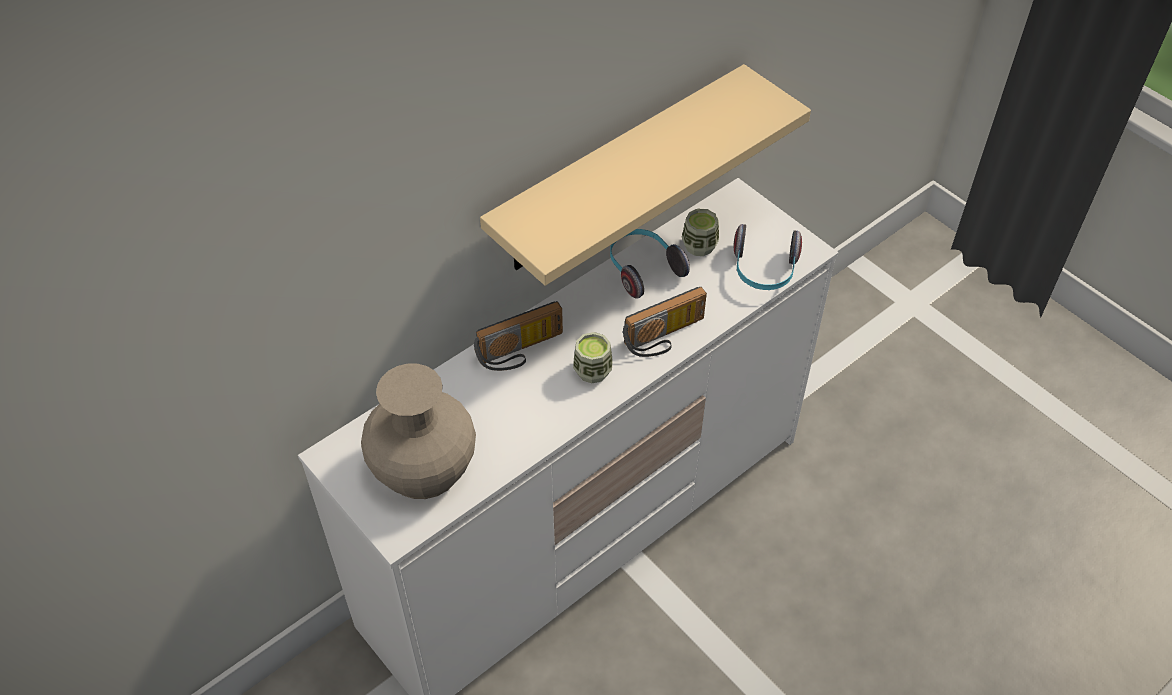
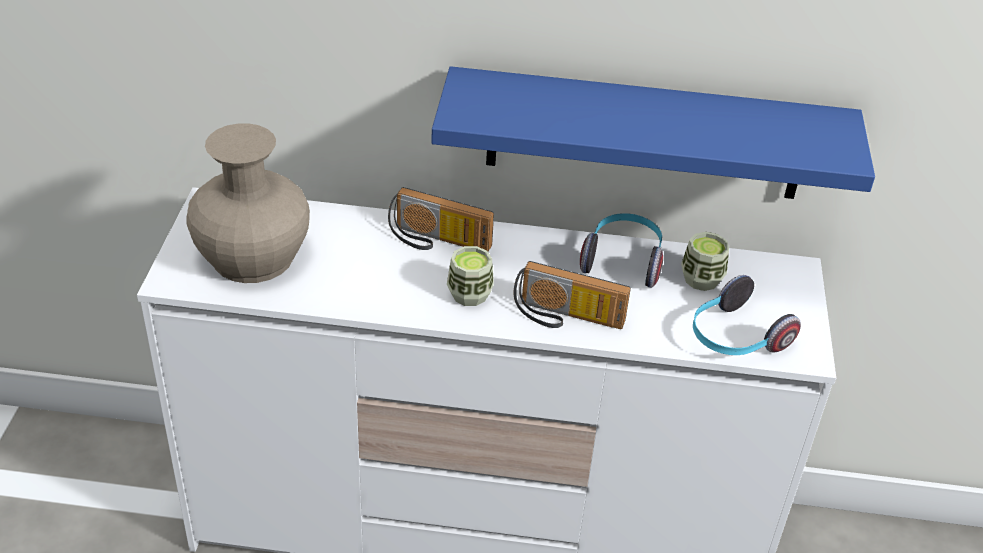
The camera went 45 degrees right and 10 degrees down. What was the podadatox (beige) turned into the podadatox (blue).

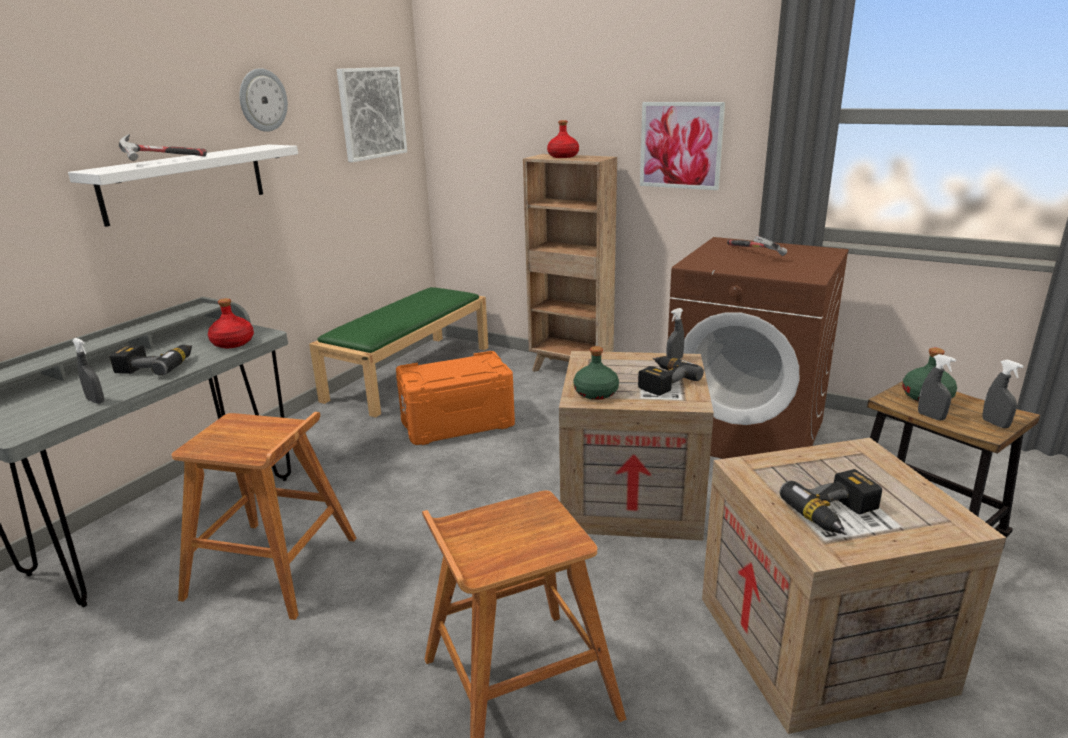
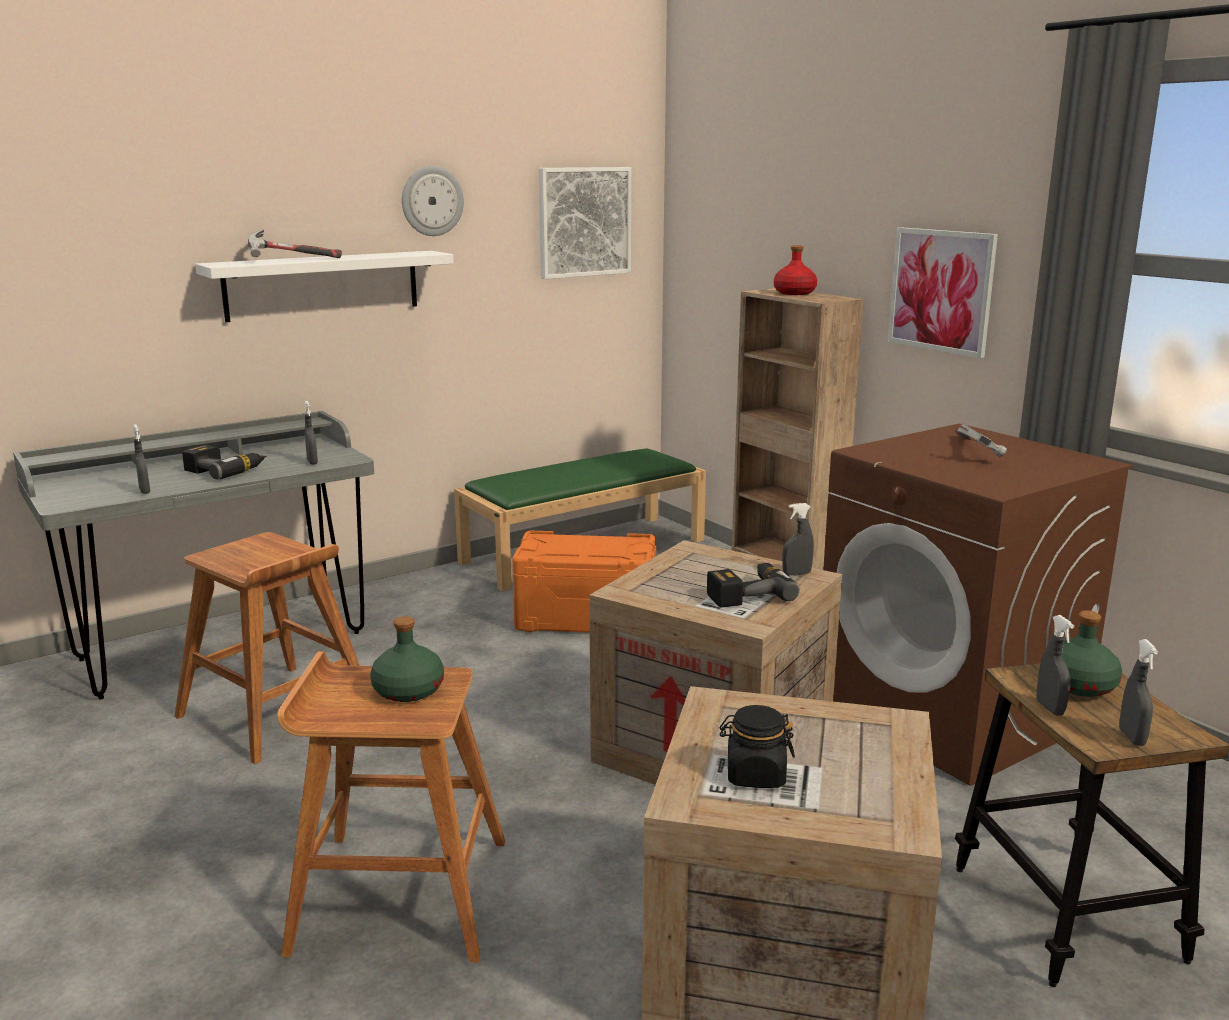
The camera went 25 degrees right and 5 degrees down. Where the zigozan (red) (1st from left) stood, the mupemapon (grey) (2nd from left) came to stand. The zigozan (green) (1st from left) ended up elsewhere. Where the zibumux (3rd from left) stood, the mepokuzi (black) came to stand.

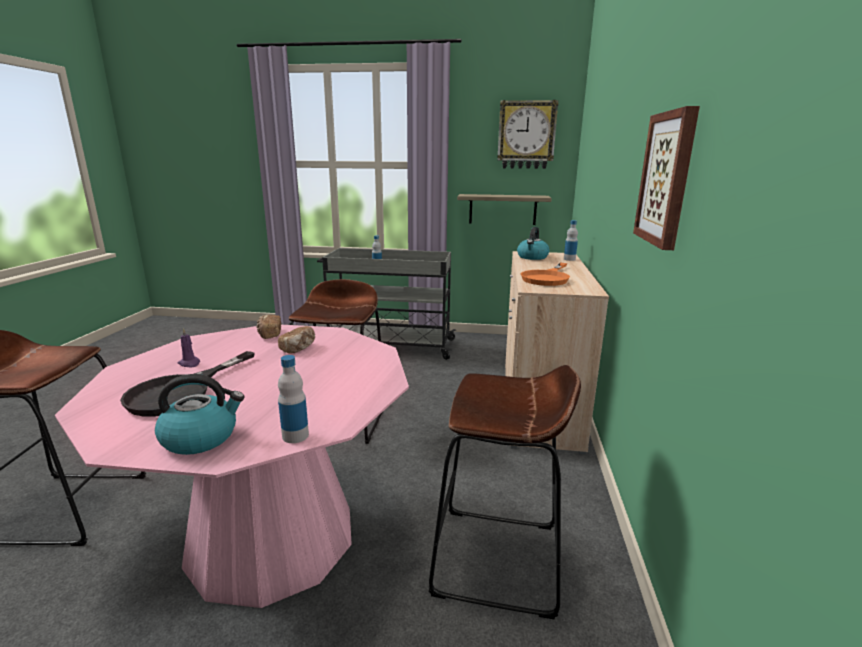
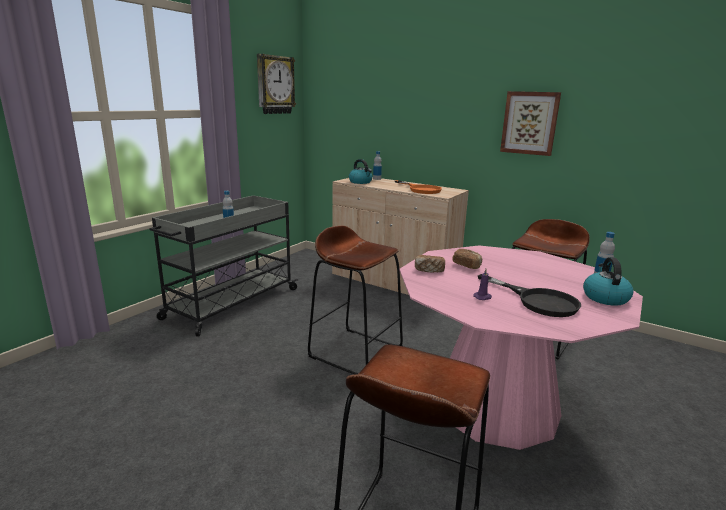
The camera went 65 degrees left and 0 degrees up. The second view lost the podadatox.

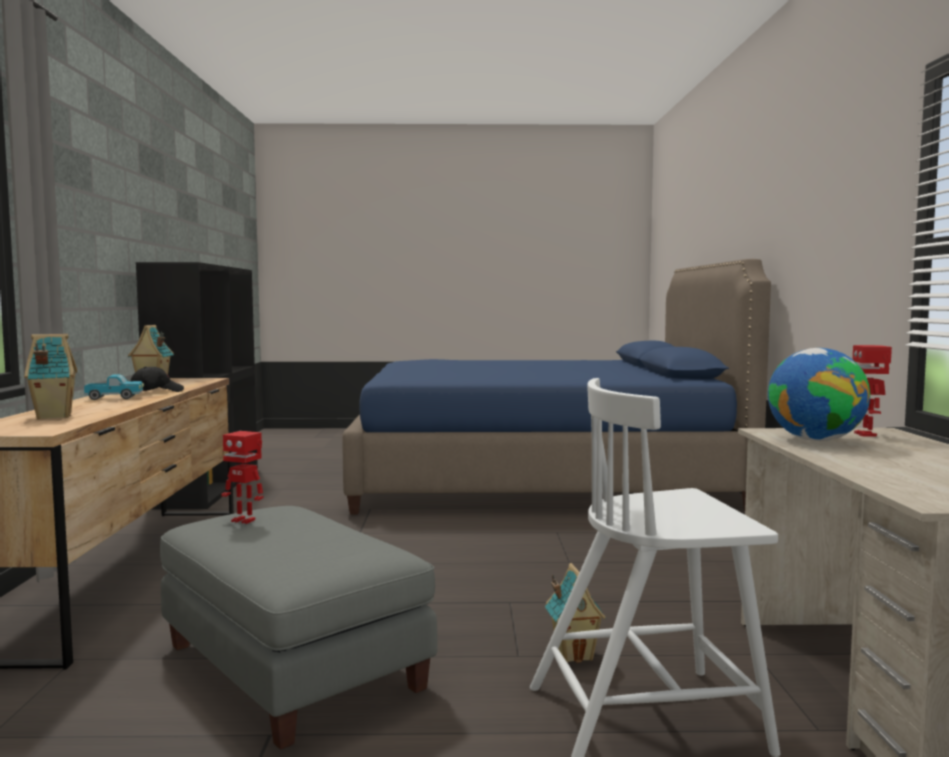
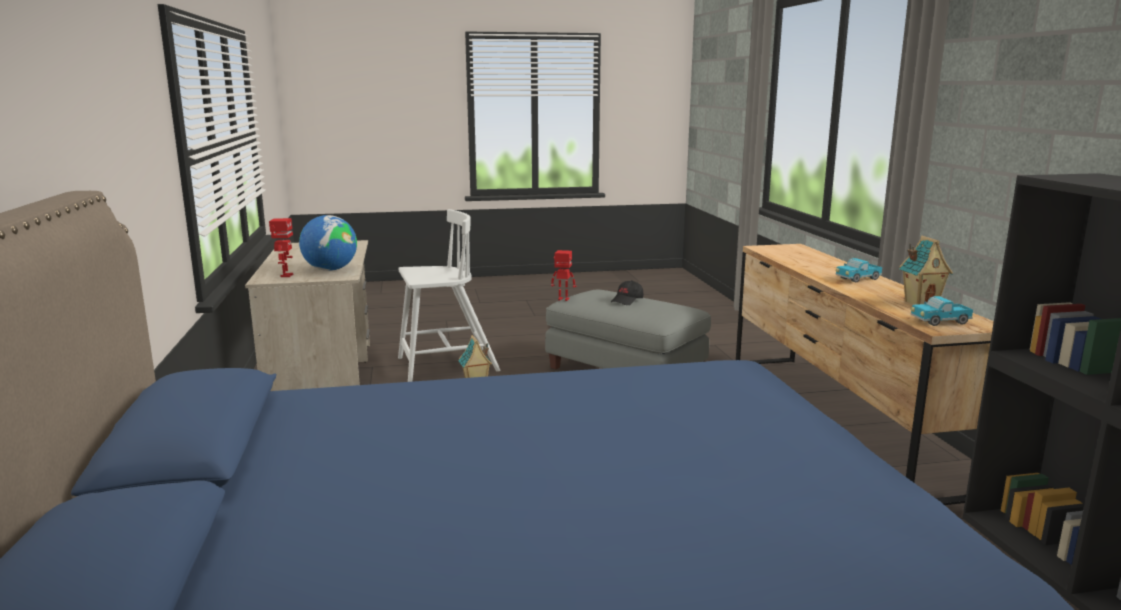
The camera went 170 degrees right and 10 degrees up. The second view lost the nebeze (1st from left). The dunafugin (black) ended up elsewhere. The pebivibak (1st from left in the first image) ended up elsewhere. The second view gained the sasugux (2nd from left).

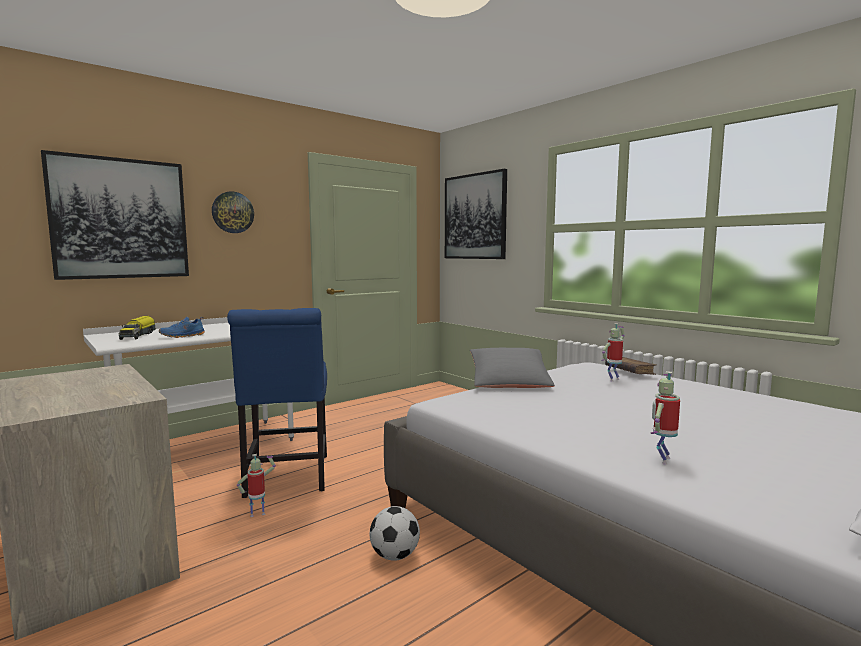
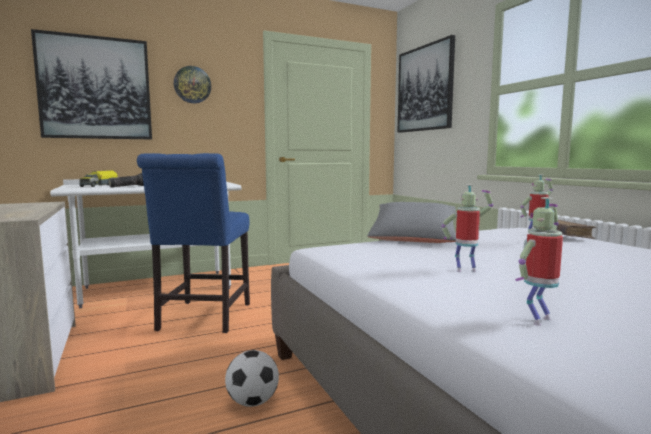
The camera went 15 degrees right and 0 degrees up. Where the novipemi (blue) stood, the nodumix came to stand. The pebivibak (1st from left) ended up elsewhere.

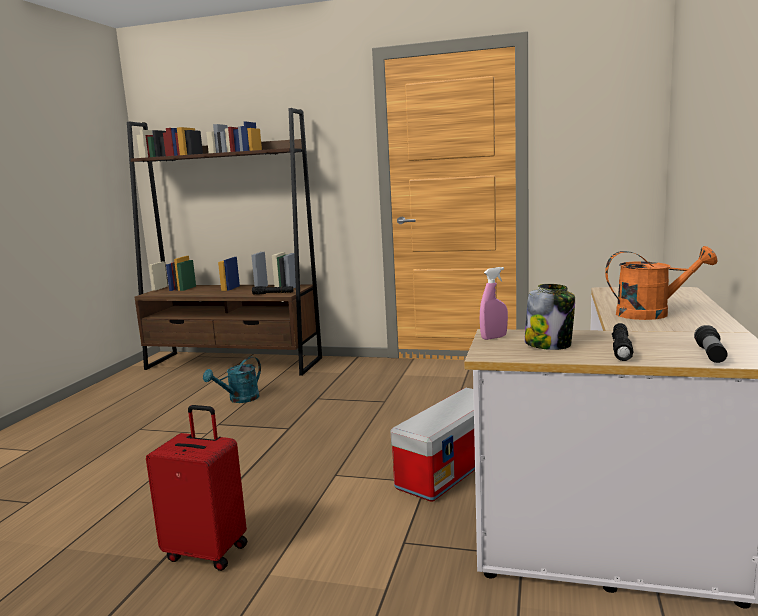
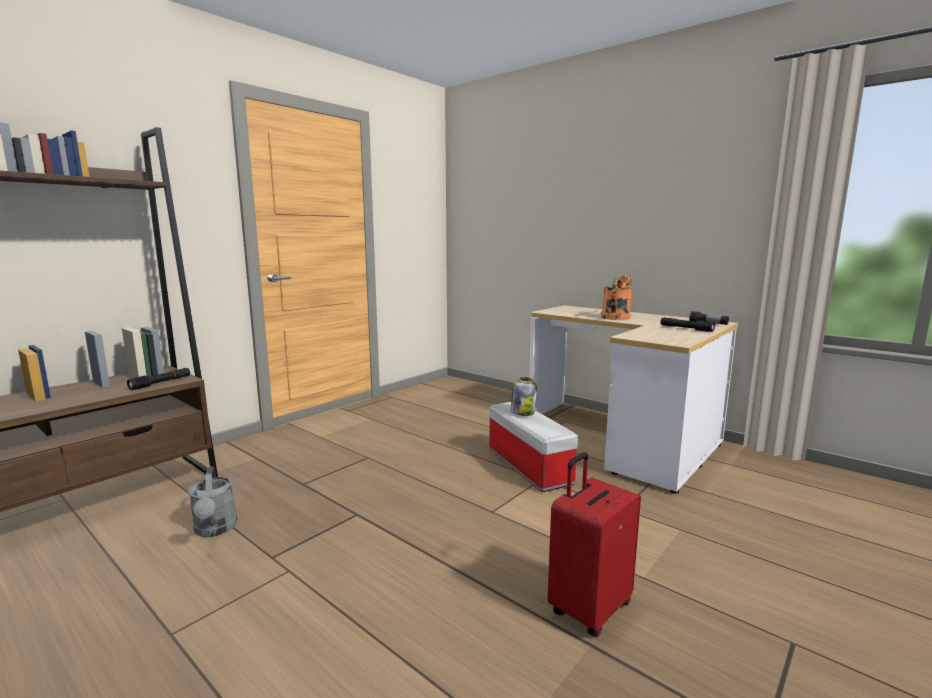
The camera went 65 degrees left and 0 degrees up. What was the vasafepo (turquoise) turned into the vasafepo (grey). The second view lost the mupemapon (pink). The mepokuzi ended up elsewhere.

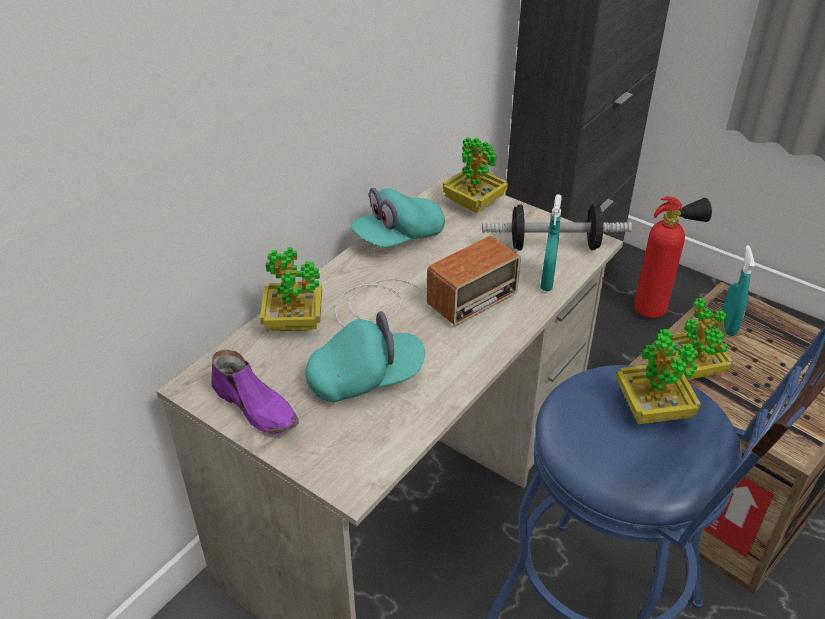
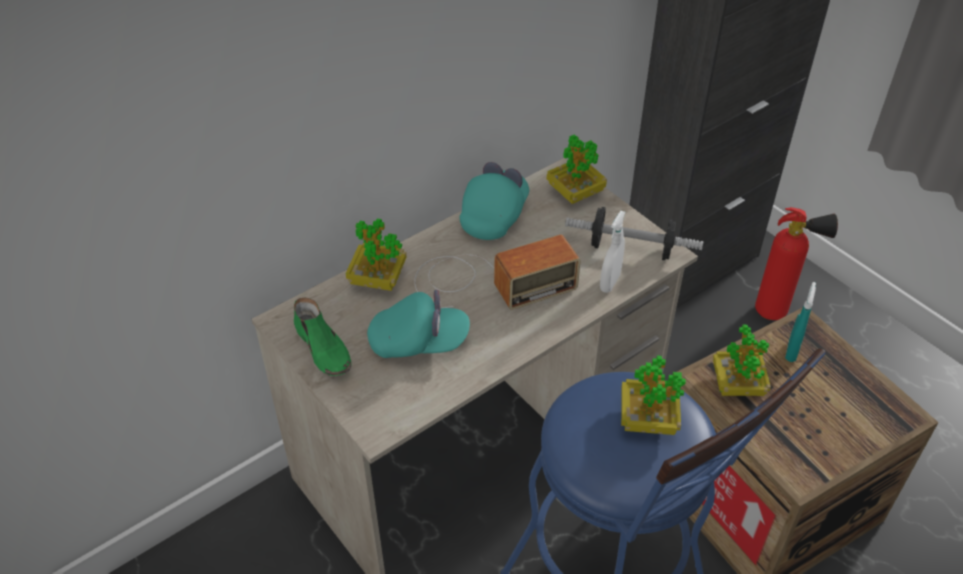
The camera went 15 degrees right and 5 degrees up. What was the novipemi (purple) turned into the novipemi (green). The dunafugin (turquoise) (2nd from left) ended up facing another way, 135 degrees clockwise from before. What was the mupemapon (turquoise) (1st from left) turned into the mupemapon (white).

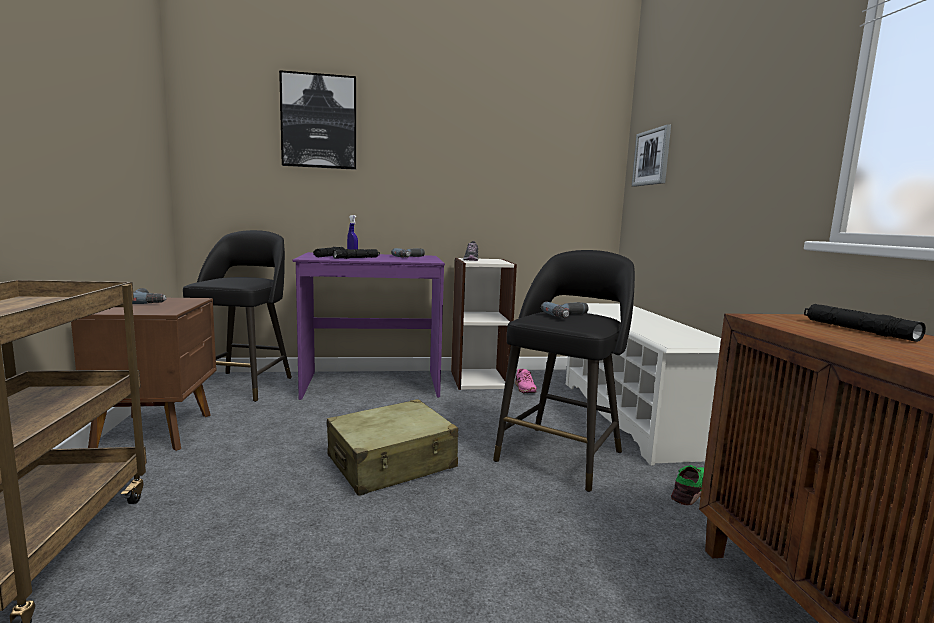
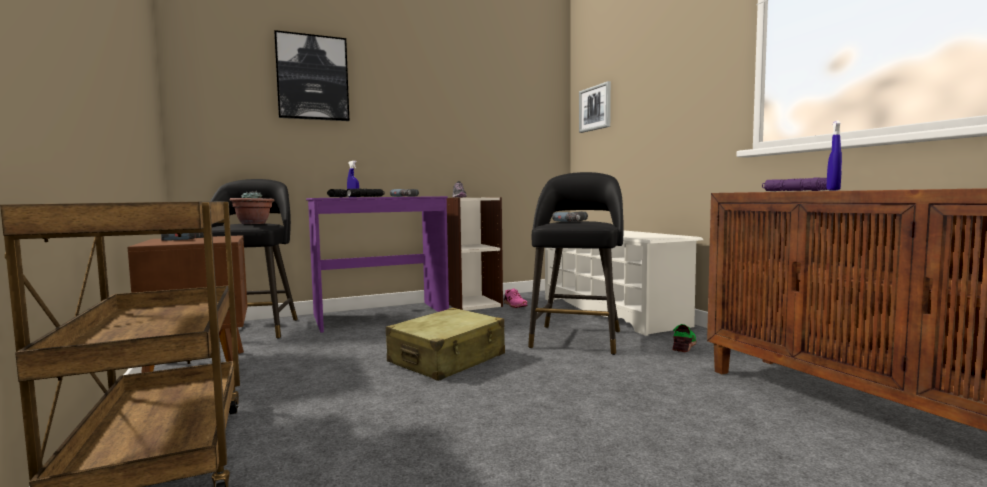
The camera went 15 degrees left and 5 degrees down. What was the nodumix (black) (3rd from left) turned into the nodumix (purple). The second view gained the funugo. The second view gained the mupemapon (blue) (2nd from left).

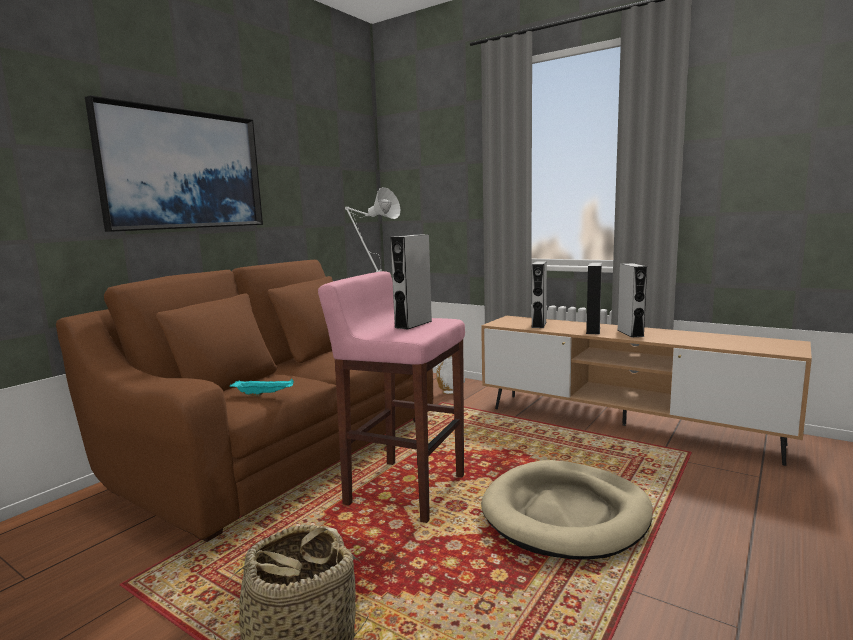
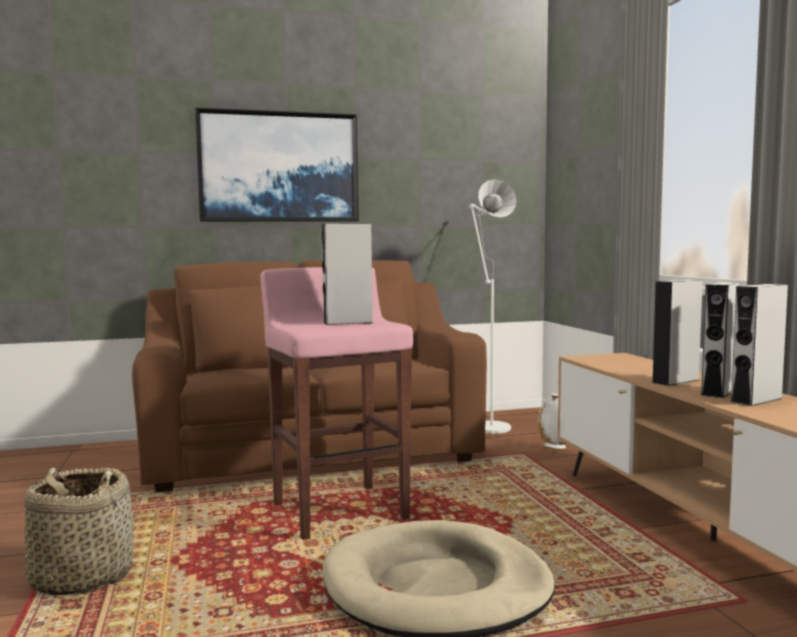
The camera went 40 degrees right and 5 degrees down. The second view lost the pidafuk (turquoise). The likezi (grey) (2nd from left in the first image) ended up elsewhere.

